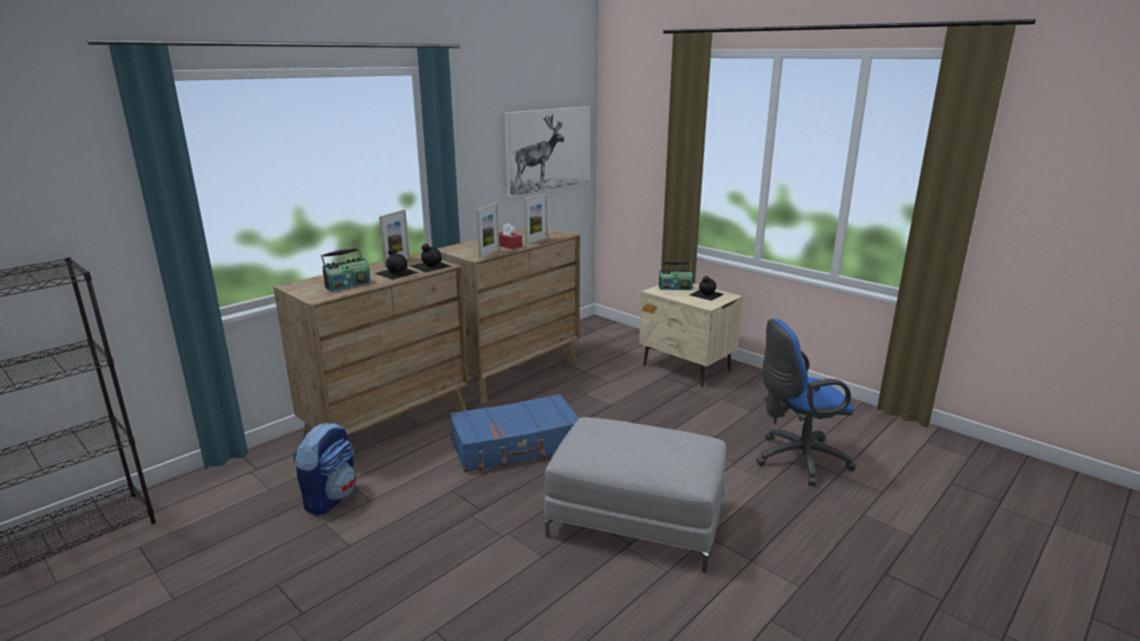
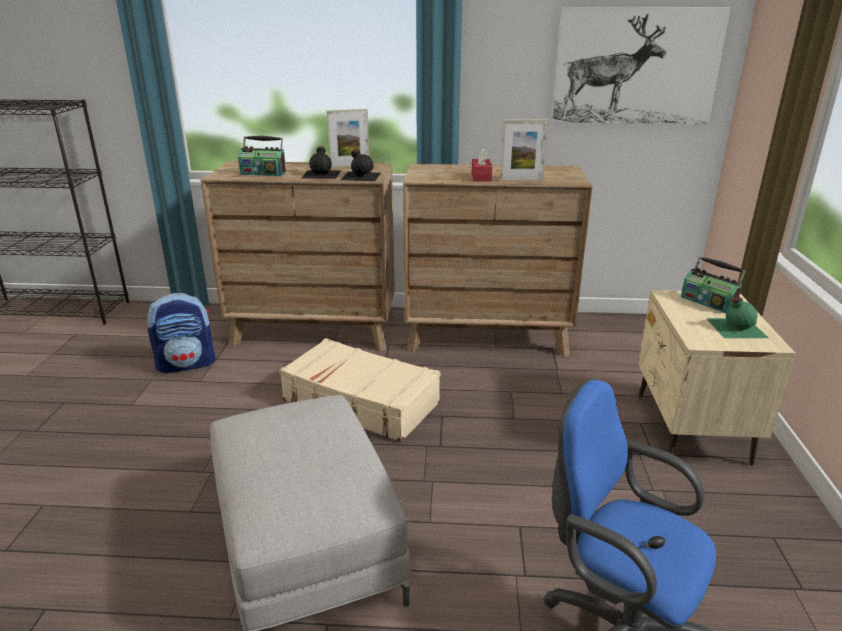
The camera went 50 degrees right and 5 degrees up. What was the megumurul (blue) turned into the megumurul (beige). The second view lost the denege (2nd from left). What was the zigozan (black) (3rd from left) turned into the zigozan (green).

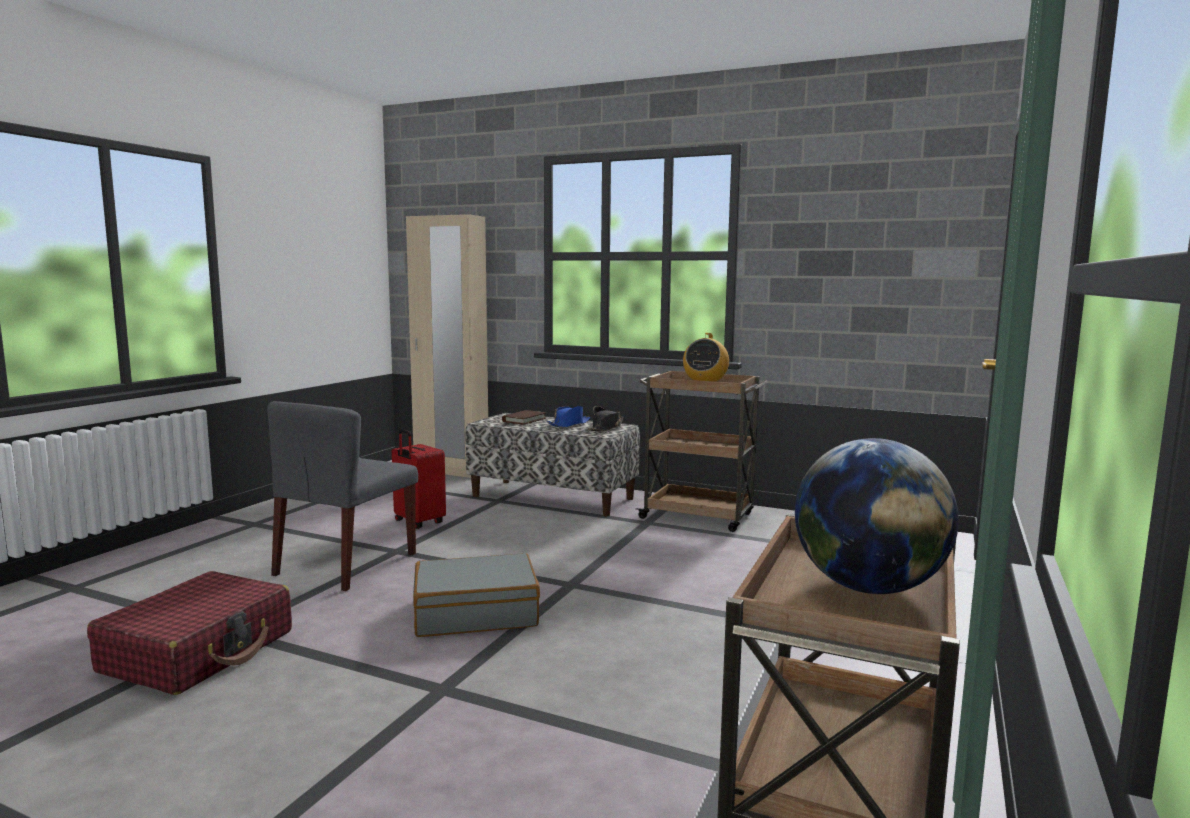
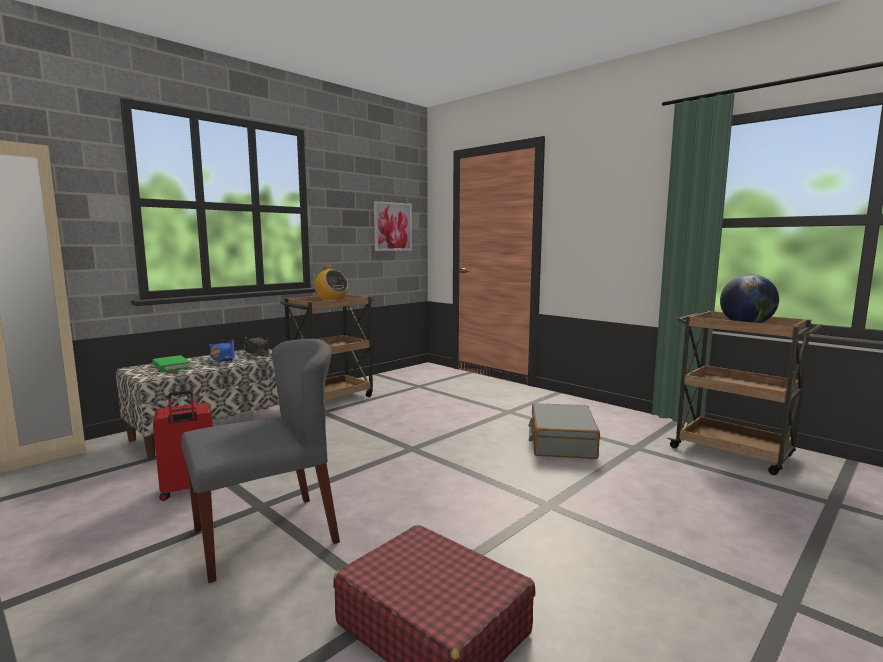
The camera went 70 degrees left and 0 degrees up. The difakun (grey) ended up facing another way, 75 degrees counterclockwise from before. The megumurul (grey) ended up elsewhere. What was the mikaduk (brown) turned into the mikaduk (green). The second view gained the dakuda.

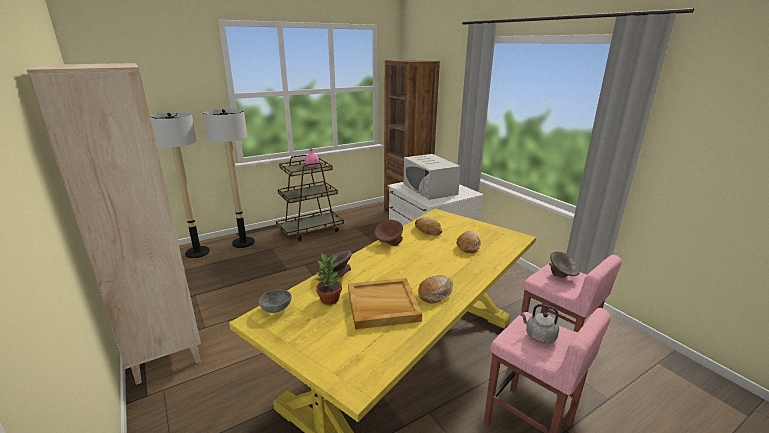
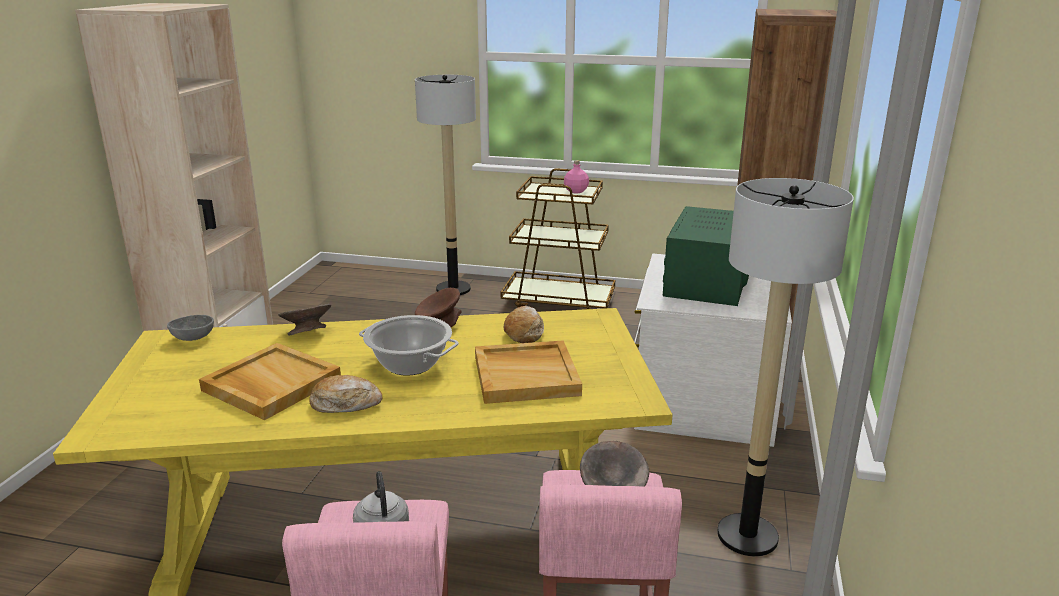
The camera went 45 degrees right and 0 degrees up. The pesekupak (1st from left in the first image) ended up elsewhere. The second view lost the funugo. What was the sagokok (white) turned into the sagokok (green). Where the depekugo (3rd from left) stood, the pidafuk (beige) (2nd from left) came to stand. The second view gained the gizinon.

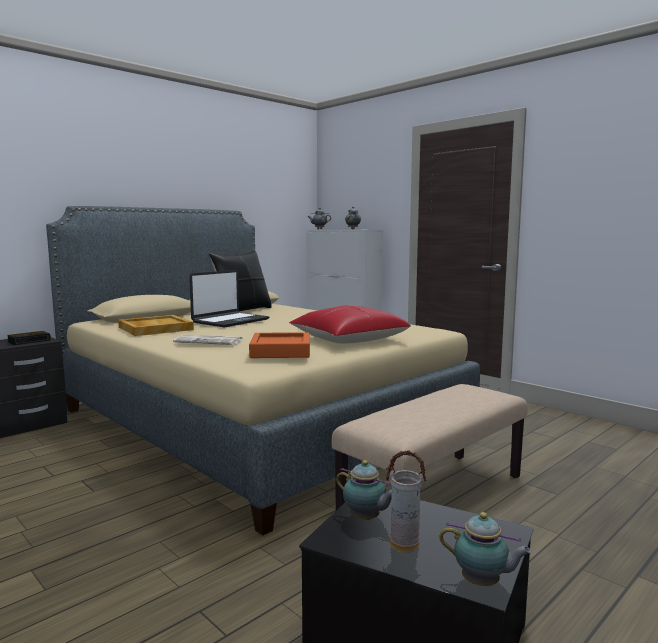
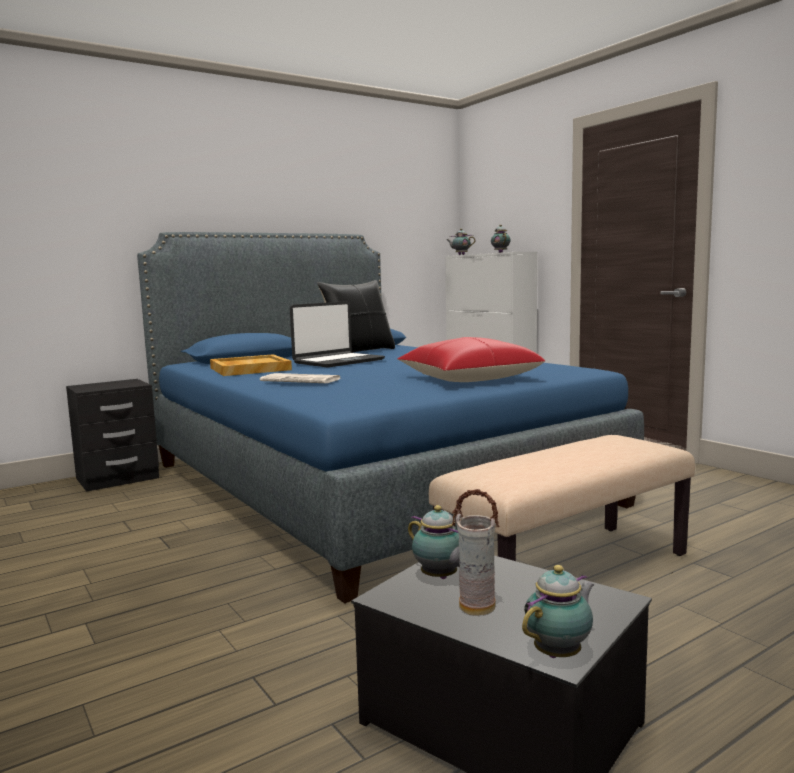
The camera went 10 degrees right and 0 degrees up. The second view lost the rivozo. What was the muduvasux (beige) turned into the muduvasux (blue). The second view lost the pidafuk (orange). The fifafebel (4th from left) ended up facing another way, 75 degrees counterclockwise from before.

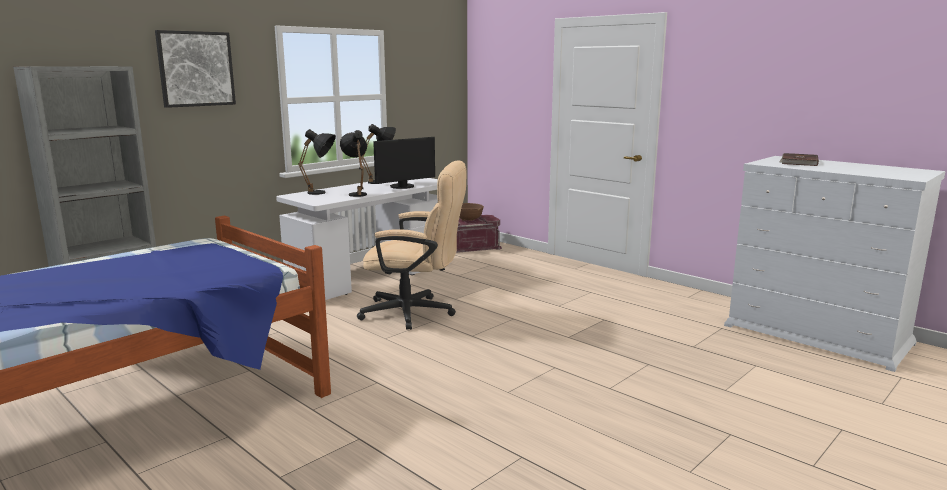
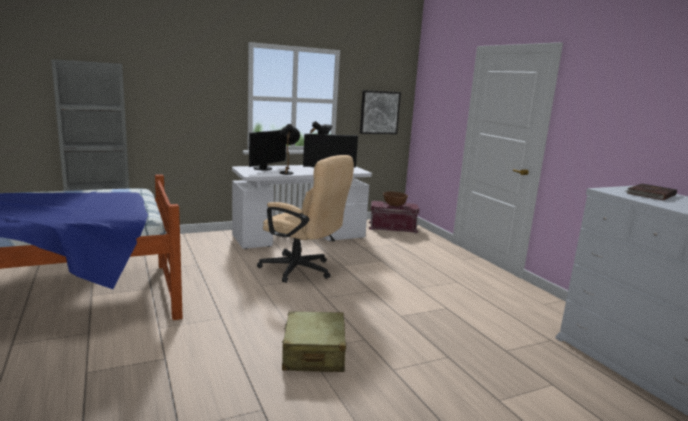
The camera went 20 degrees right and 0 degrees up. The dakuda ended up elsewhere. Where the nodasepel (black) (1st from left) stood, the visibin (1st from left) came to stand. The second view gained the megumurul (beige).

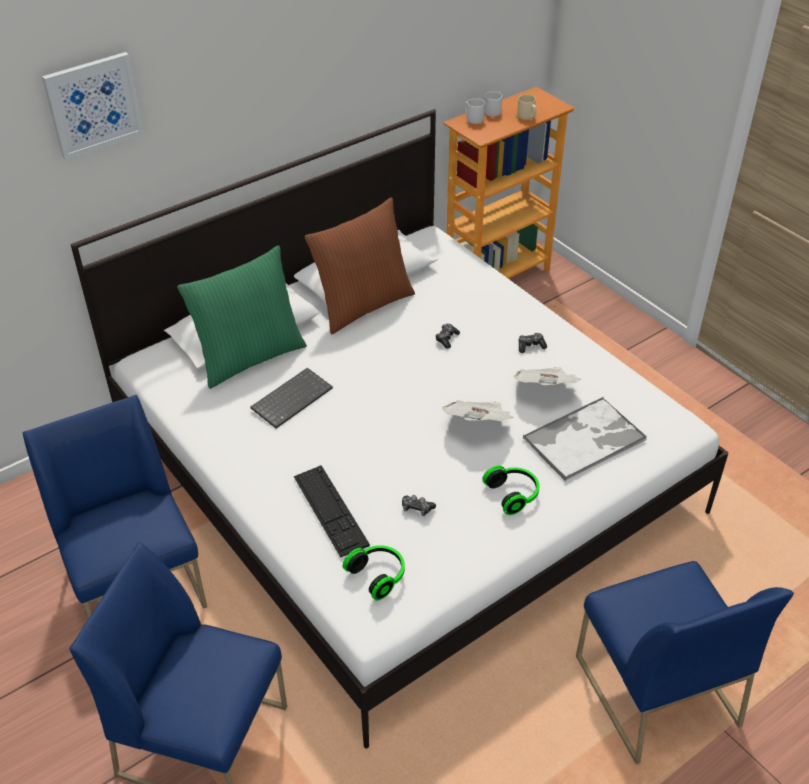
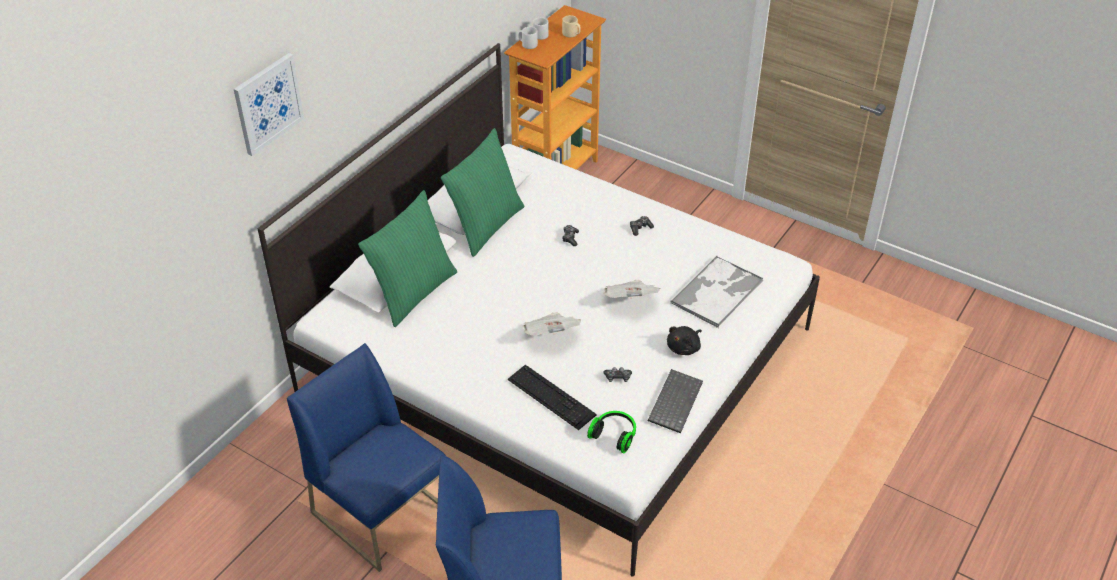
The camera went 20 degrees left and 0 degrees up. The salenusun (1st from left in the first image) ended up elsewhere. What was the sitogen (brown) turned into the sitogen (green) (2nd from left). Where the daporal (2nd from left) stood, the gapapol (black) came to stand. The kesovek (2nd from left in the first image) ended up elsewhere. The second view lost the difakun (blue) (3rd from left).

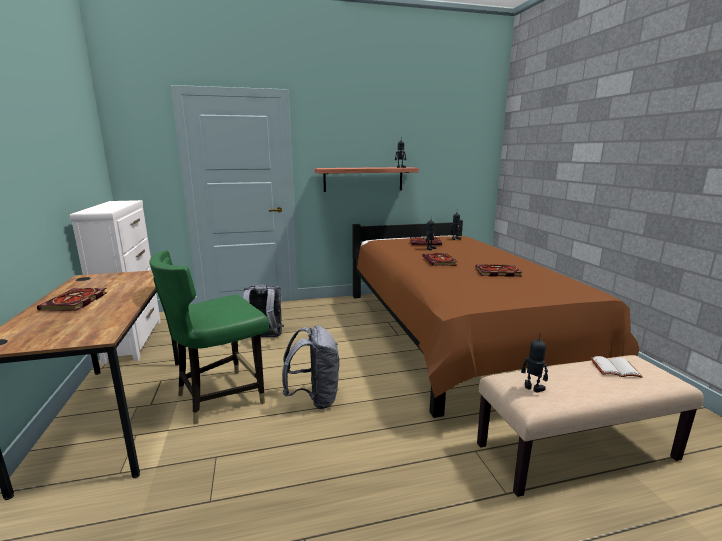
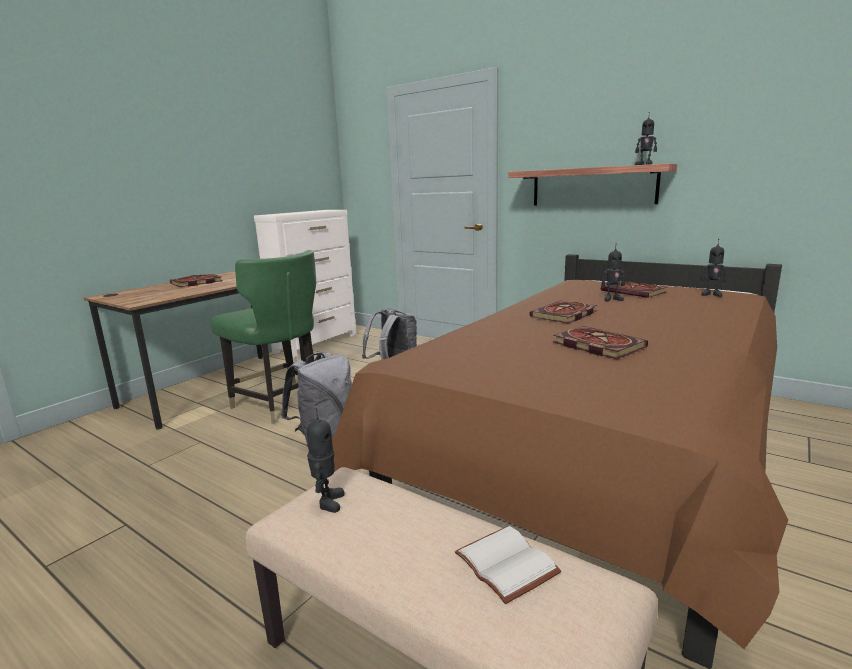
The camera went 50 degrees right and 0 degrees up. The difakun (green) ended up facing another way, 150 degrees counterclockwise from before.

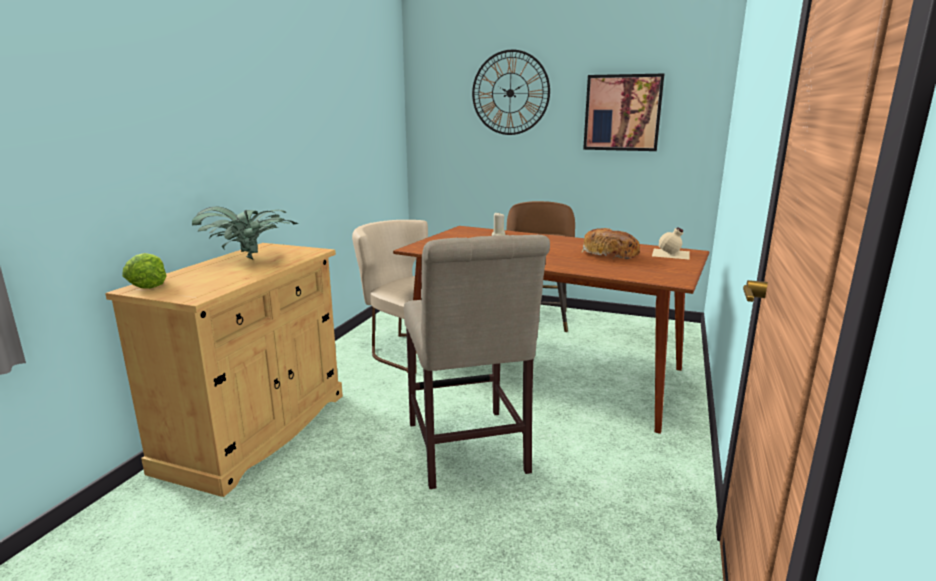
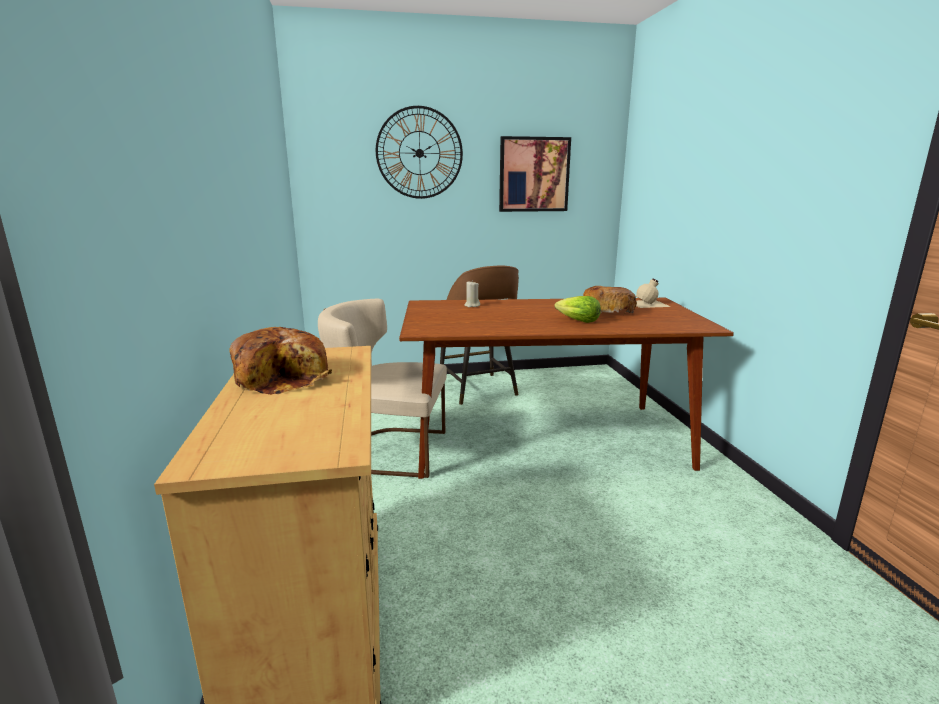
The camera went 30 degrees left and 0 degrees up. The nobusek ended up elsewhere. Where the funugo stood, the depekugo (1st from left) came to stand. The second view lost the difakun (beige) (2nd from left).

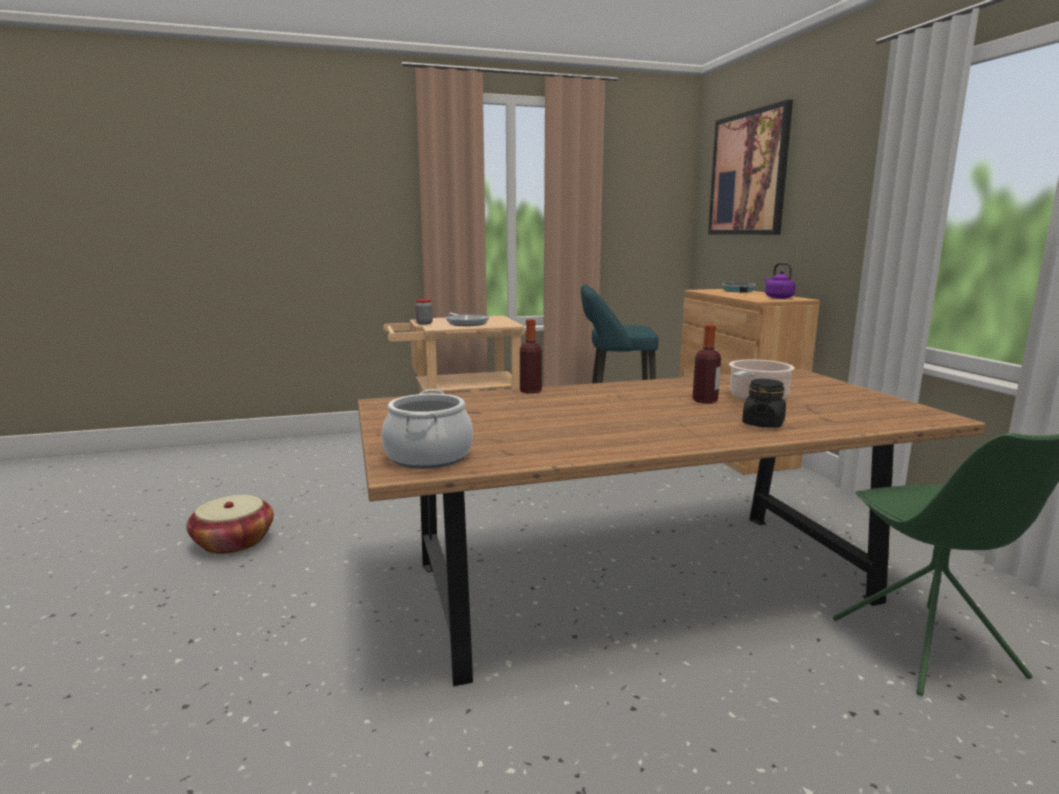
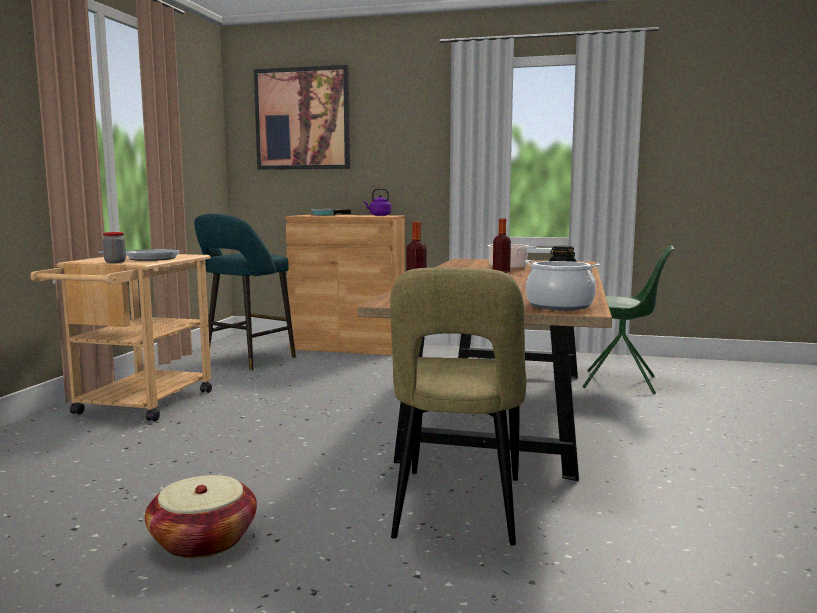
The camera went 60 degrees left and 5 degrees down. The second view gained the difakun (beige).

